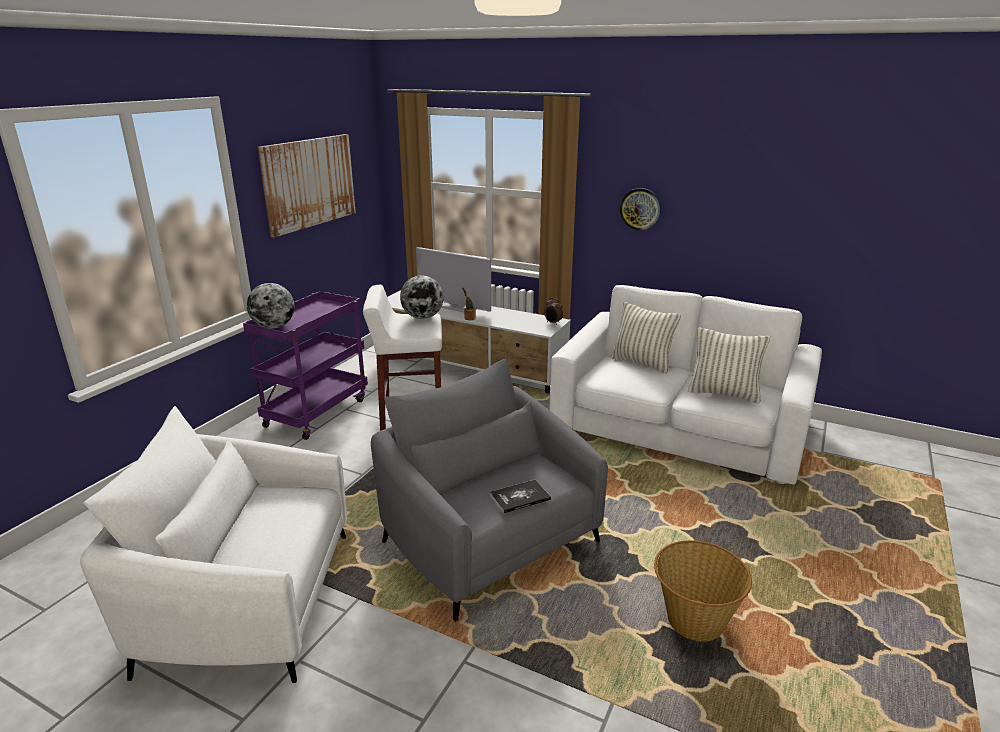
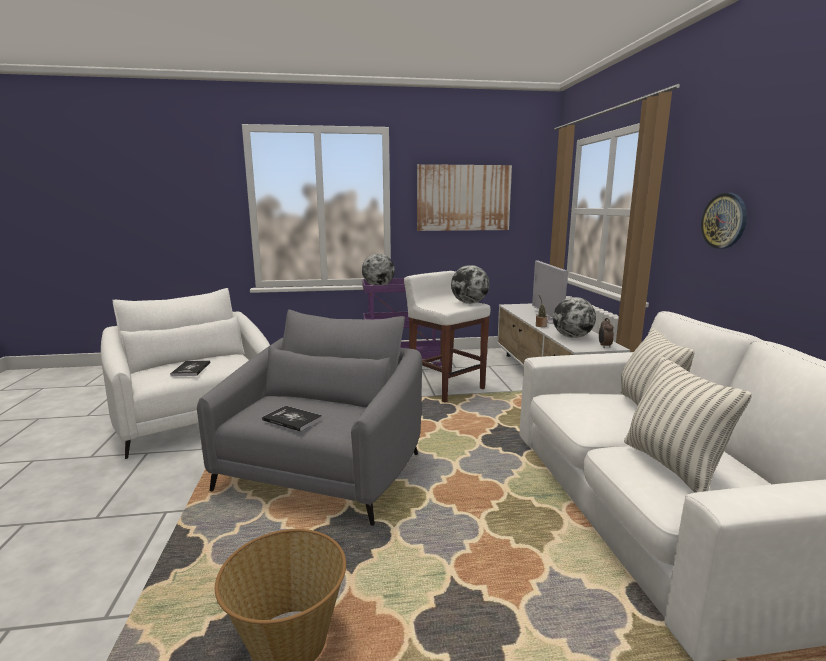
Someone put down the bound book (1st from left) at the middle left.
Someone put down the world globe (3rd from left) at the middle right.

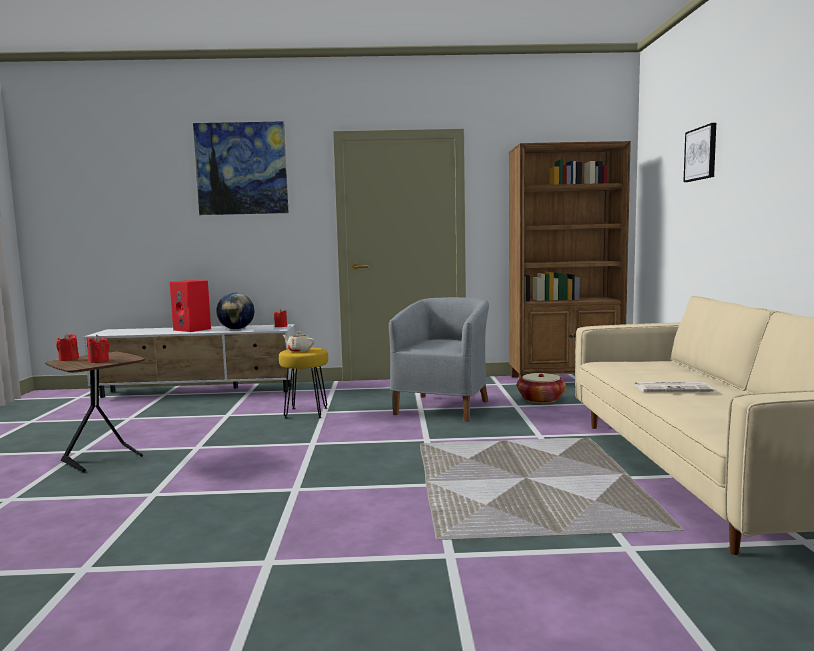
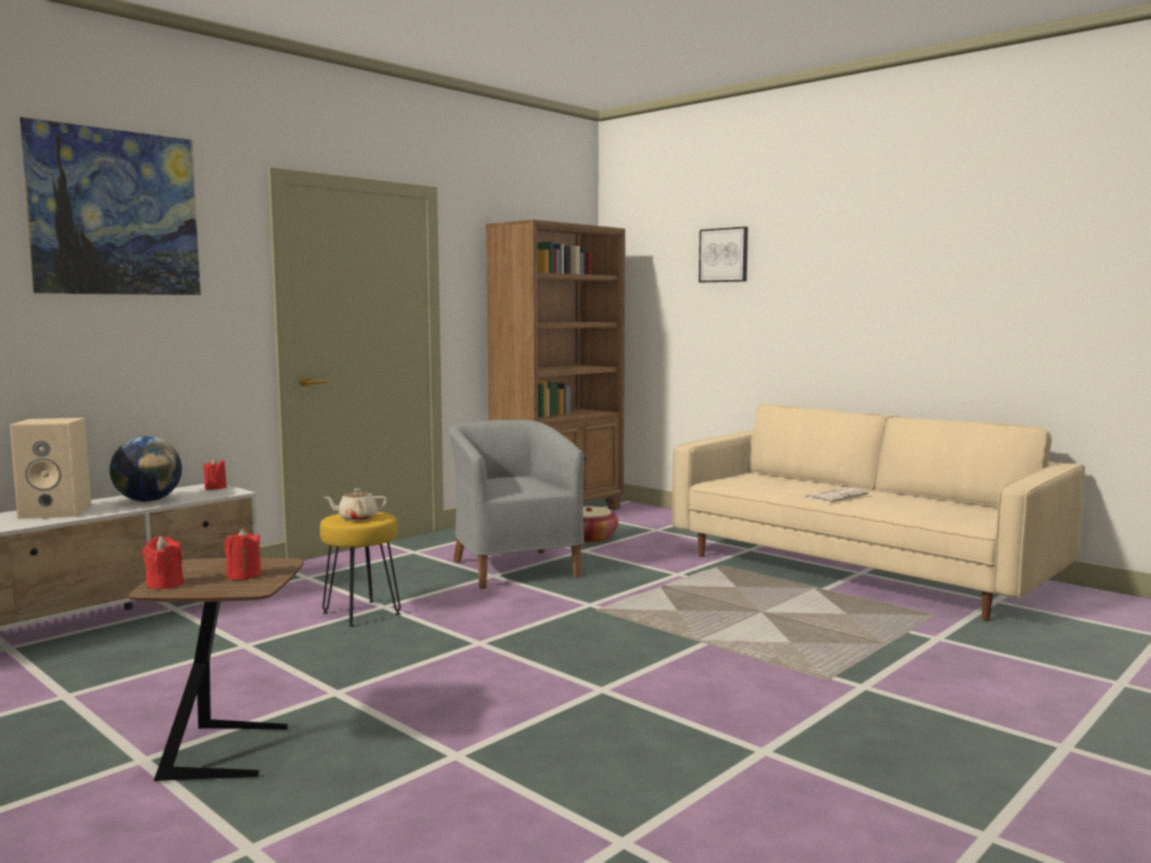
Someone repainted the reddish speaker at the middle left, which became the sand-coloured speaker at the middle left.

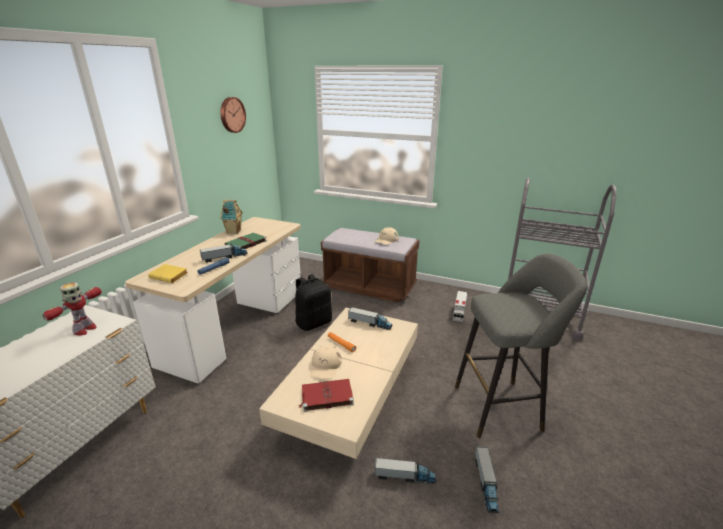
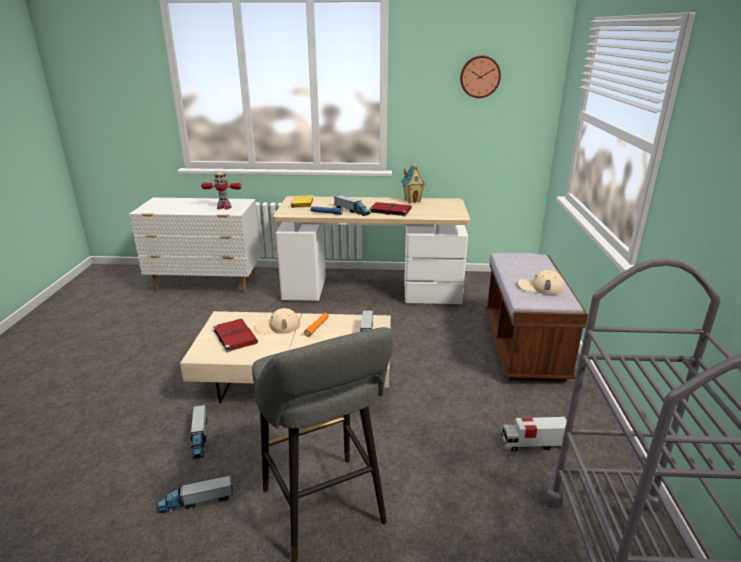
Someone took away the black backpack at the centre.
Someone repainted the green-coloured bound book at the centre, which became the reddish bound book (2nd from left) at the centre.

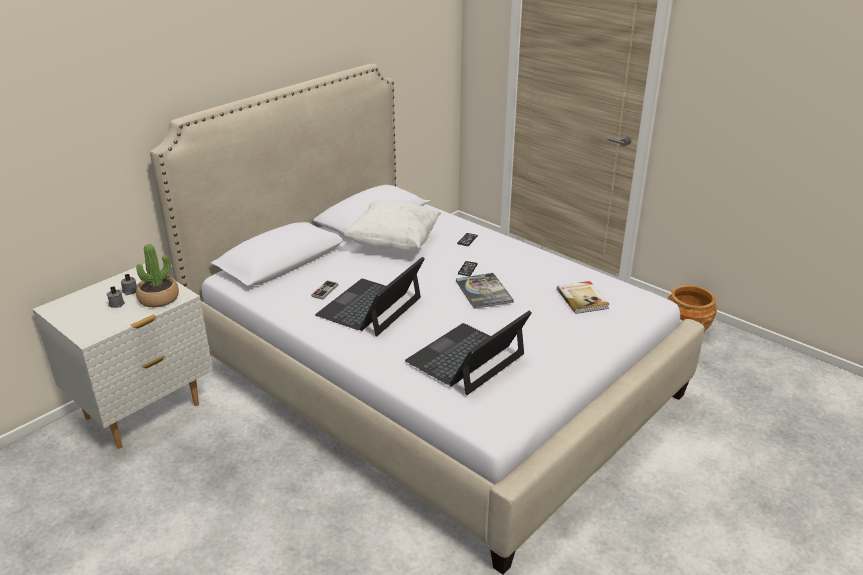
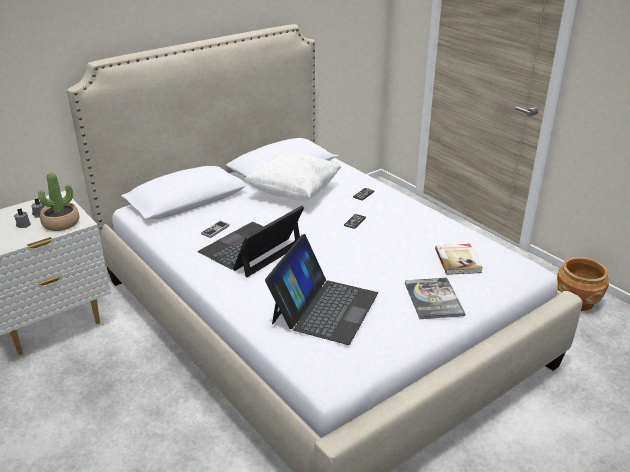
Someone carried the bound book (1st from left) from the centre to the middle right.
Someone rotated the portable computer (2nd from left) at the centre by 150 degrees clockwise.

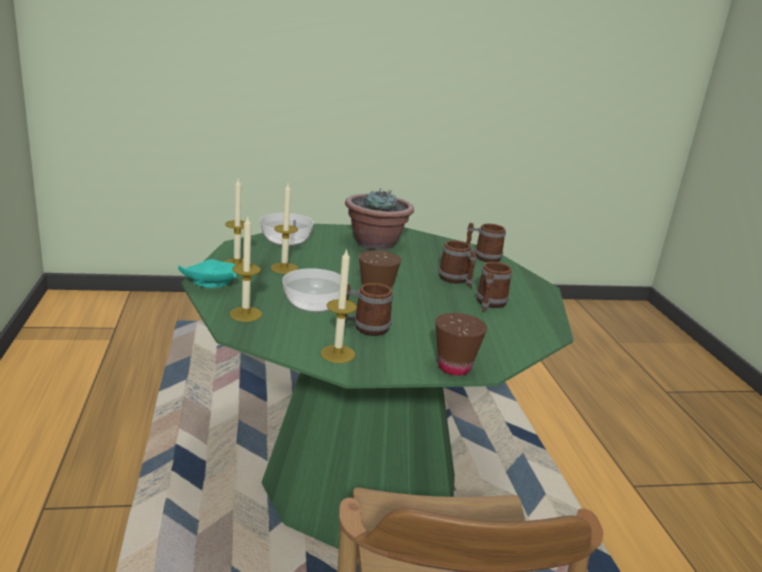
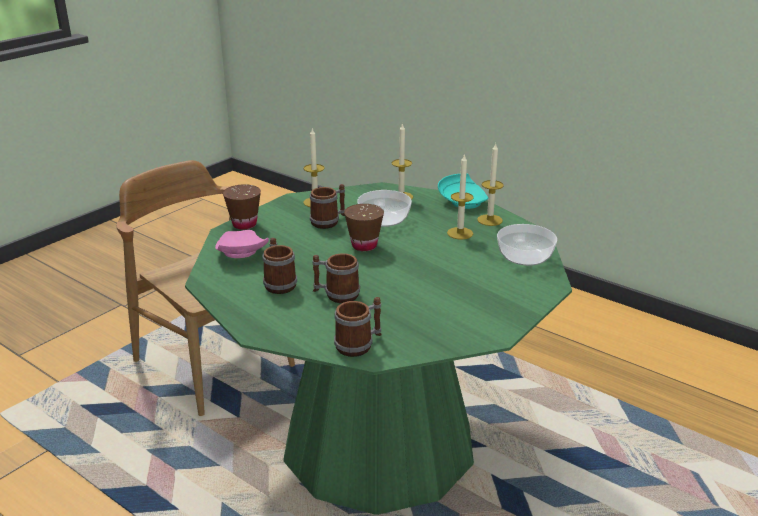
Someone took away the potted plant at the centre.
Someone put down the pink-coloured plate at the middle left.

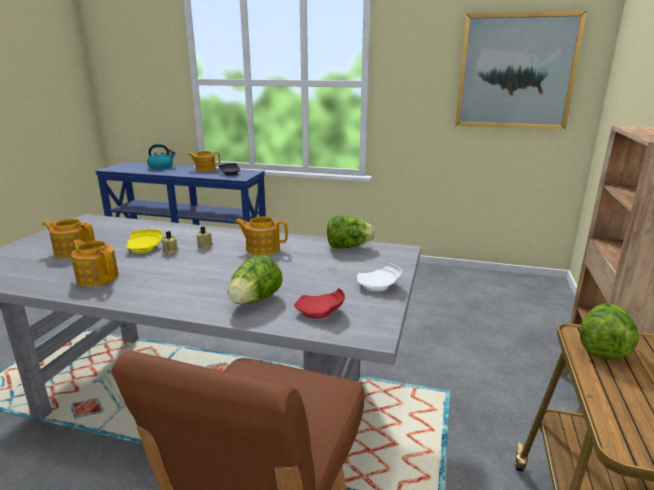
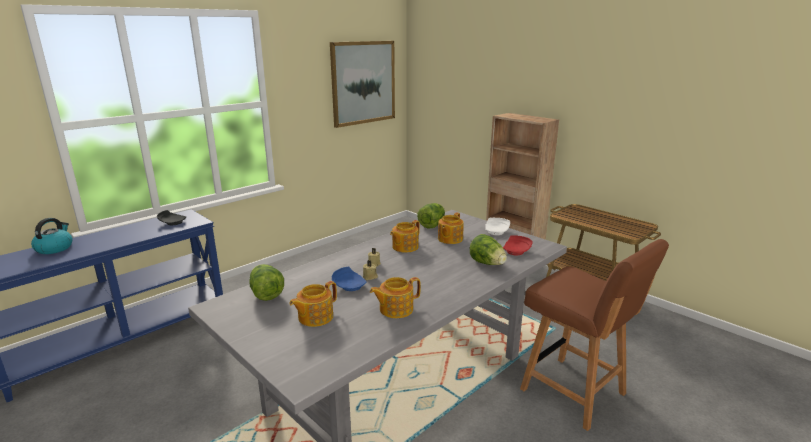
Someone carried the teapot (3rd from left in the first image) from the top left to the centre.
Someone carried the lettuce (3rd from left in the first image) from the bottom right to the middle left.
Someone repainted the yellow-coloured plate at the middle left, which became the bluish plate at the centre.

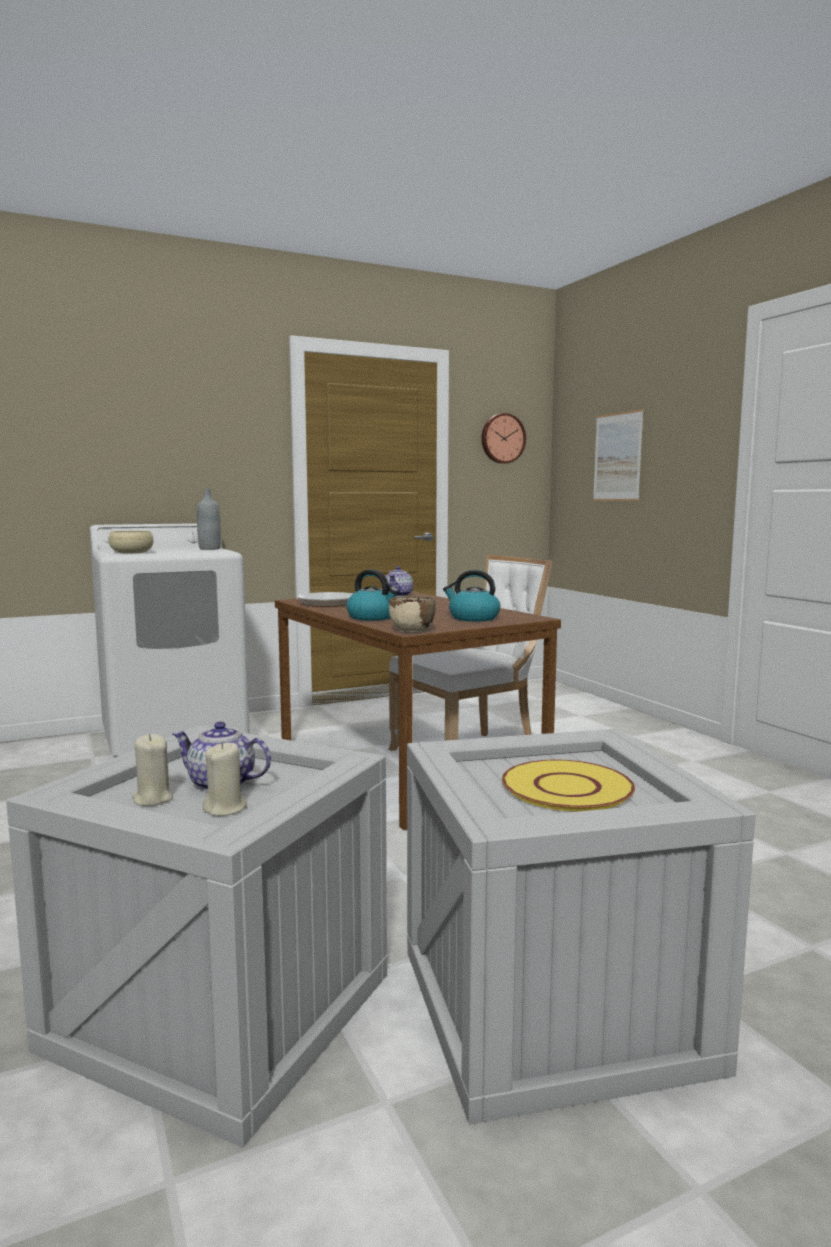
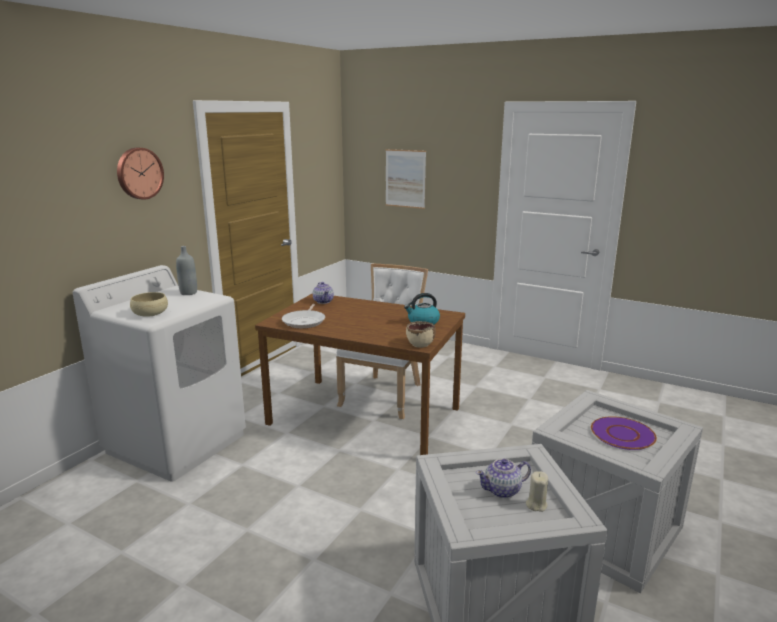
Someone took away the sand-coloured candle (1st from left) at the middle left.
Someone took away the water kettle (1st from left) at the centre.
Someone carried the hanging clock from the centre to the top left.
Someone repainted the yellow-coloured plate at the middle right, which became the purplish plate at the bottom right.

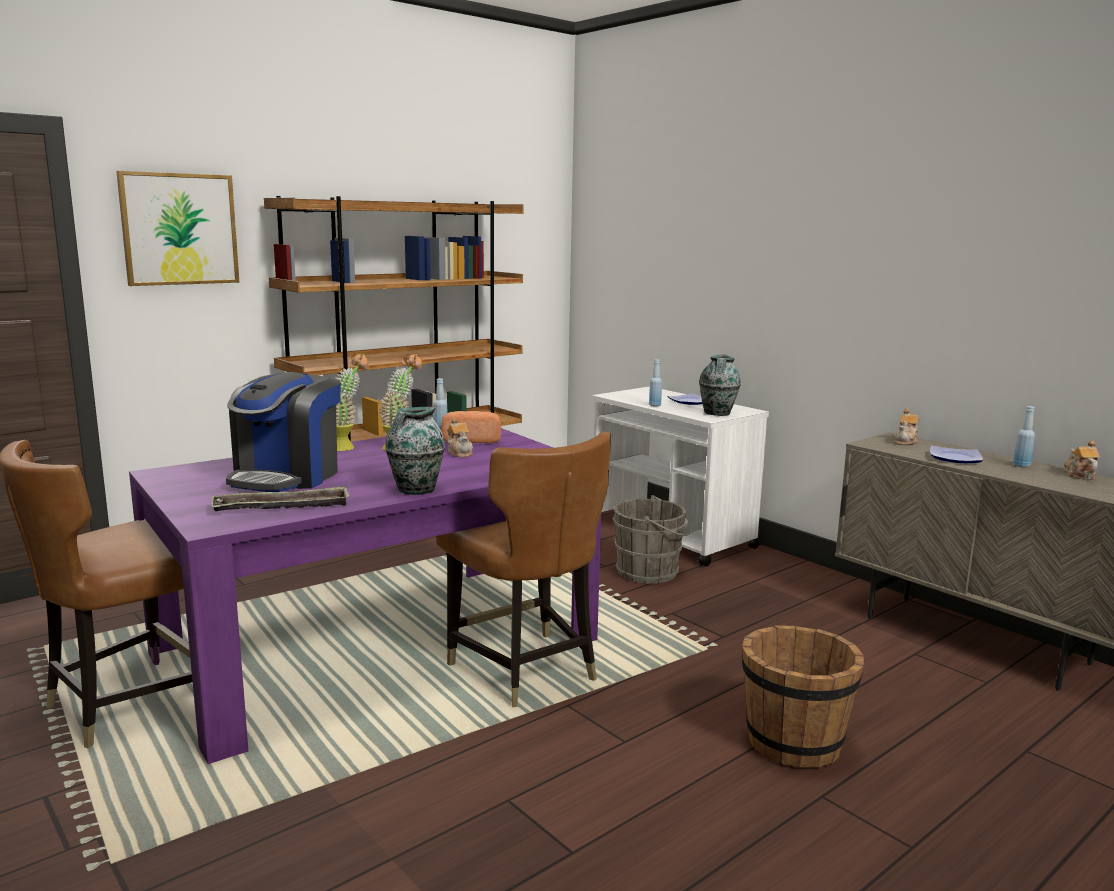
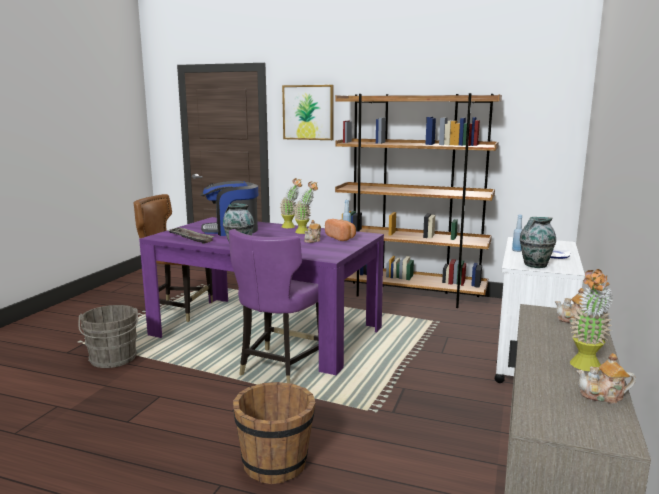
Someone took away the plate (2nd from left) at the middle right.
Someone carried the greyish pail from the centre to the bottom left.
Someone swapped the bluish bottle (3rd from left) at the middle right for the potted plant (3rd from left) at the middle right.
Someone repainted the brownish chair (2nd from left) at the centre, which became the purplish chair at the centre.
Someone rotated the teapot (3rd from left) at the middle right by 150 degrees counterclockwise.

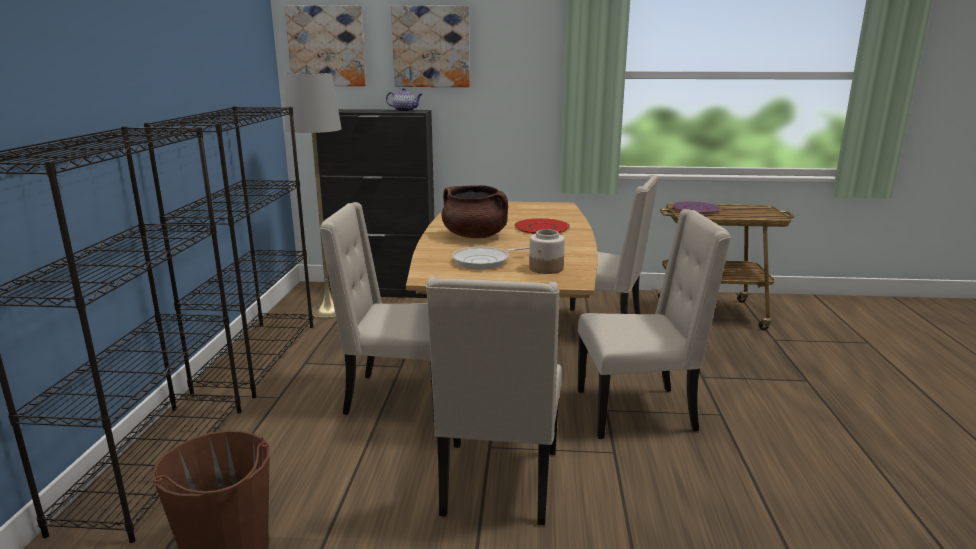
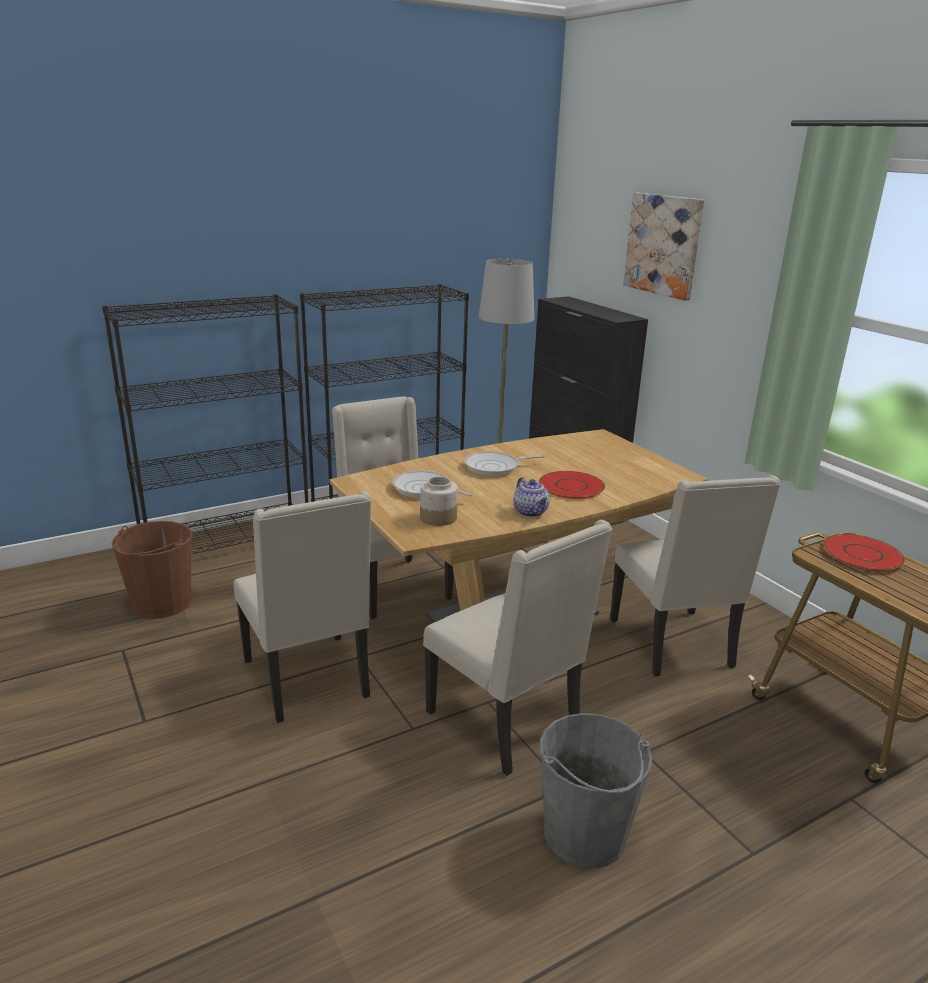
Someone took away the wall art (1st from left) at the top left.
Someone put down the greyish pail at the bottom centre.
Someone carried the teapot from the top centre to the centre.
Someone swapped the brownish stockpot at the centre for the frying pan (2nd from left) at the centre.
Someone repainted the purplish plate at the middle right, which became the reddish plate (2nd from left) at the middle right.
Someone rotated the sand-coloured chair (2nd from left in the first image) at the bottom centre by 90 degrees counterclockwise.

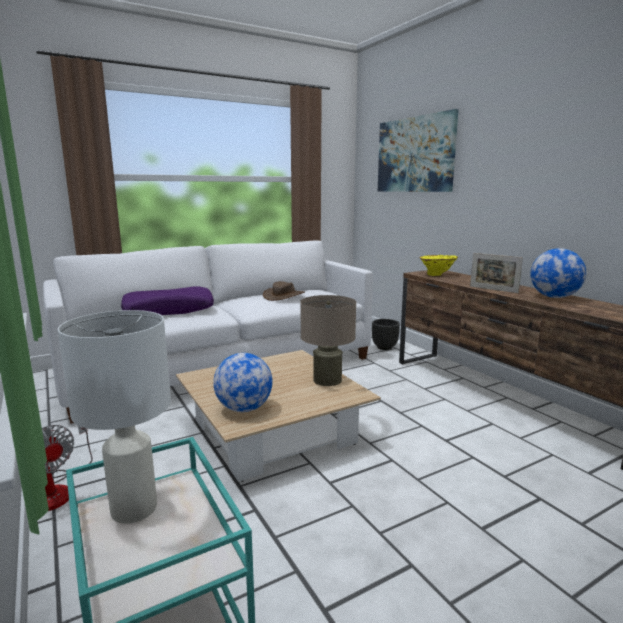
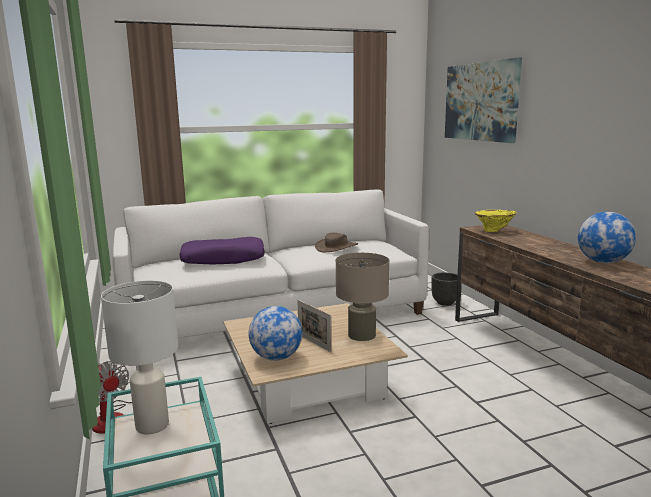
Someone carried the photo frame from the middle right to the centre.

